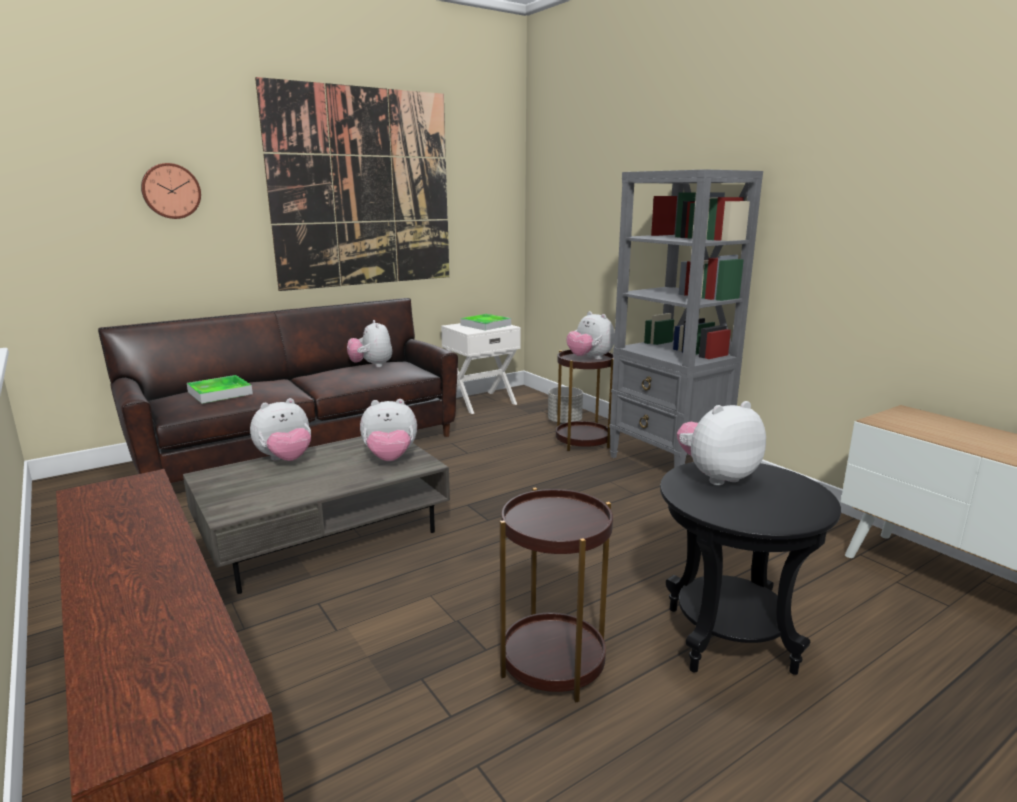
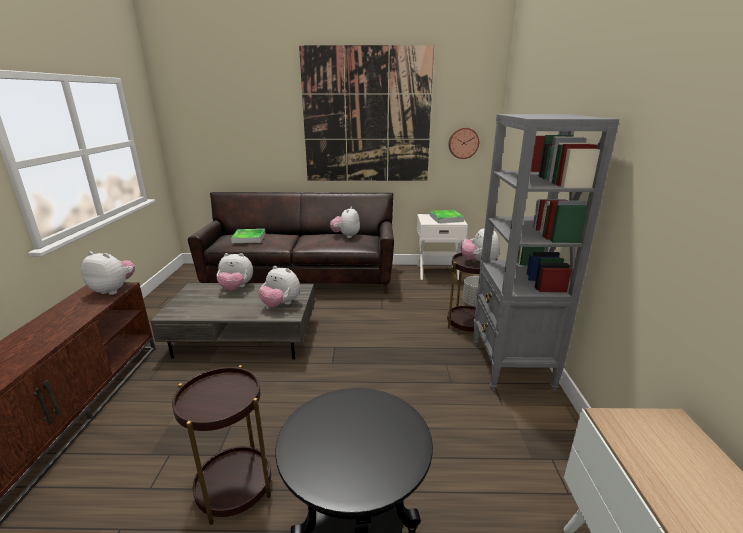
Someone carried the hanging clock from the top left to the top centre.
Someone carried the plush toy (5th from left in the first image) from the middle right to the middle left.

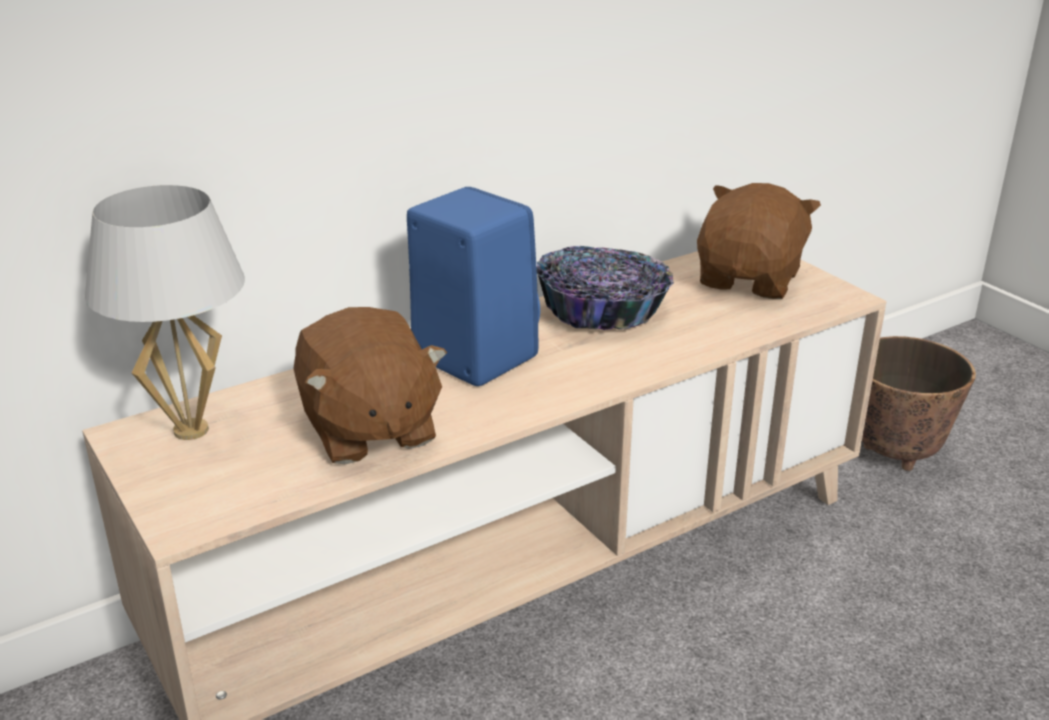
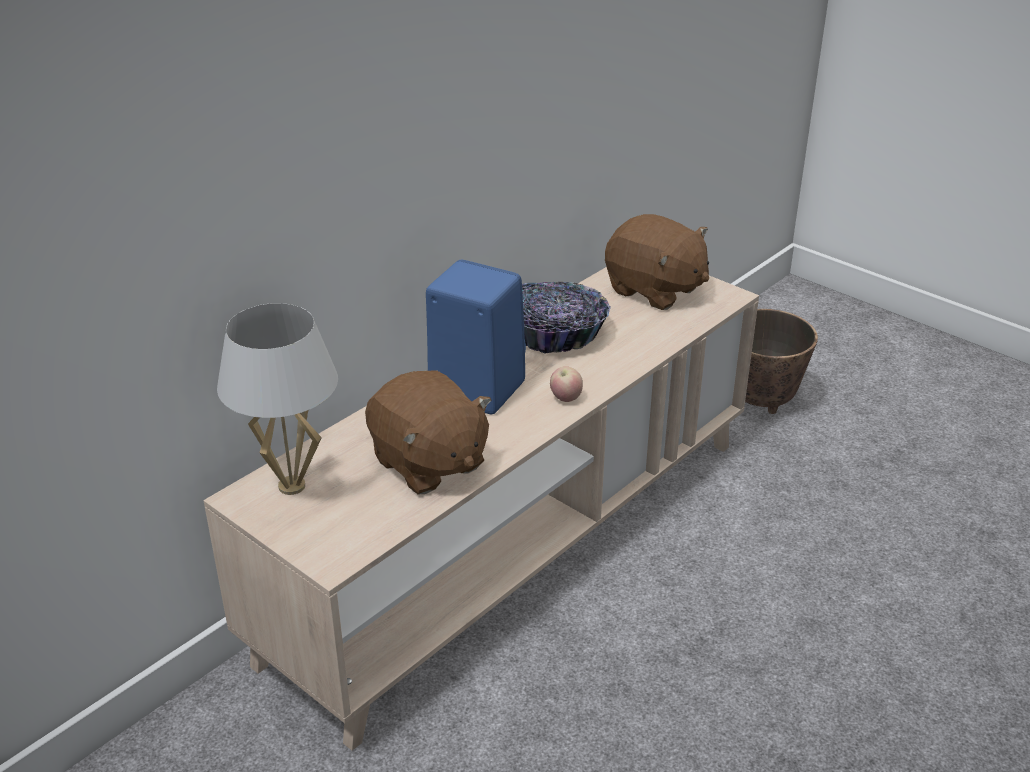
Someone put down the apple fruit at the centre.
Someone rotated the brownish plush toy (2nd from left) at the middle right by 120 degrees clockwise.

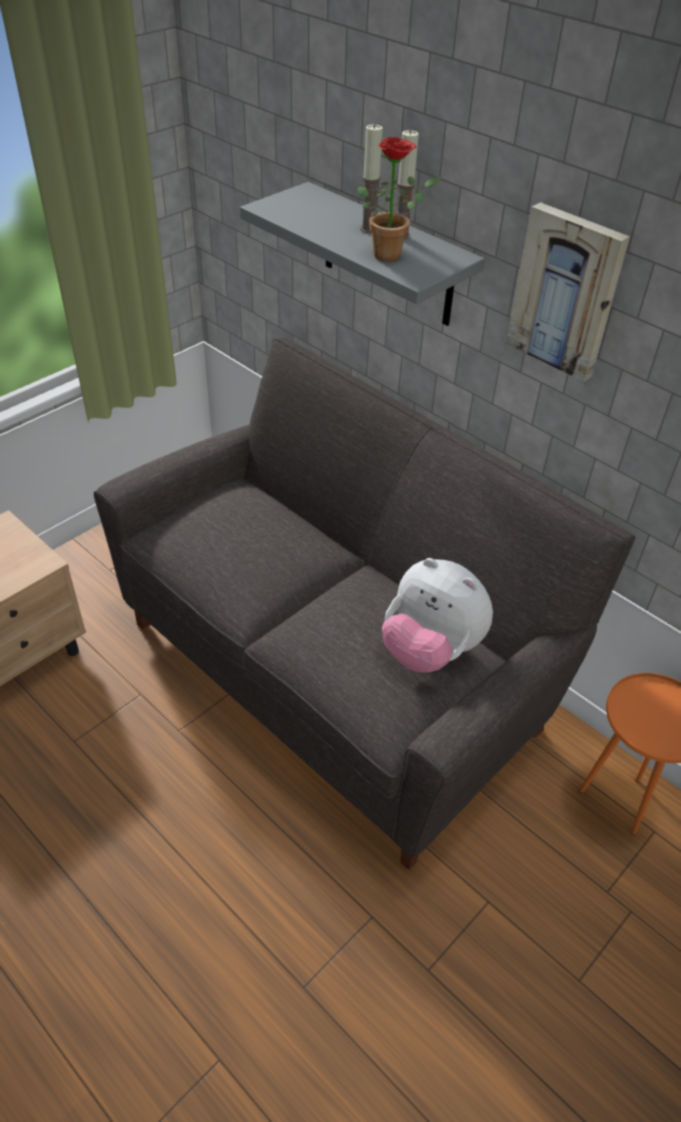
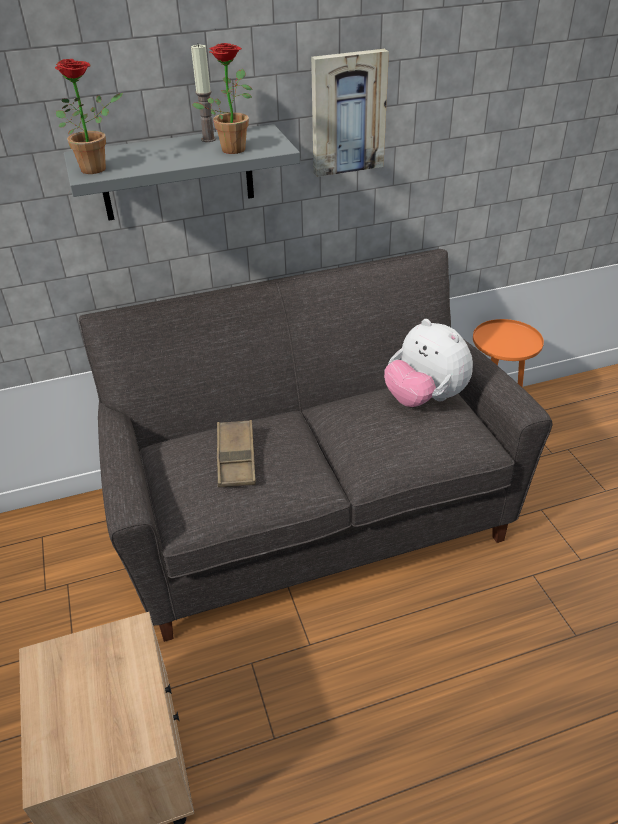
Someone took away the candle (1st from left) at the top centre.
Someone put down the potted plant (1st from left) at the top left.
Someone put down the brownish carrying tray at the centre.
Someone rotated the plush toy at the centre by 75 degrees clockwise.

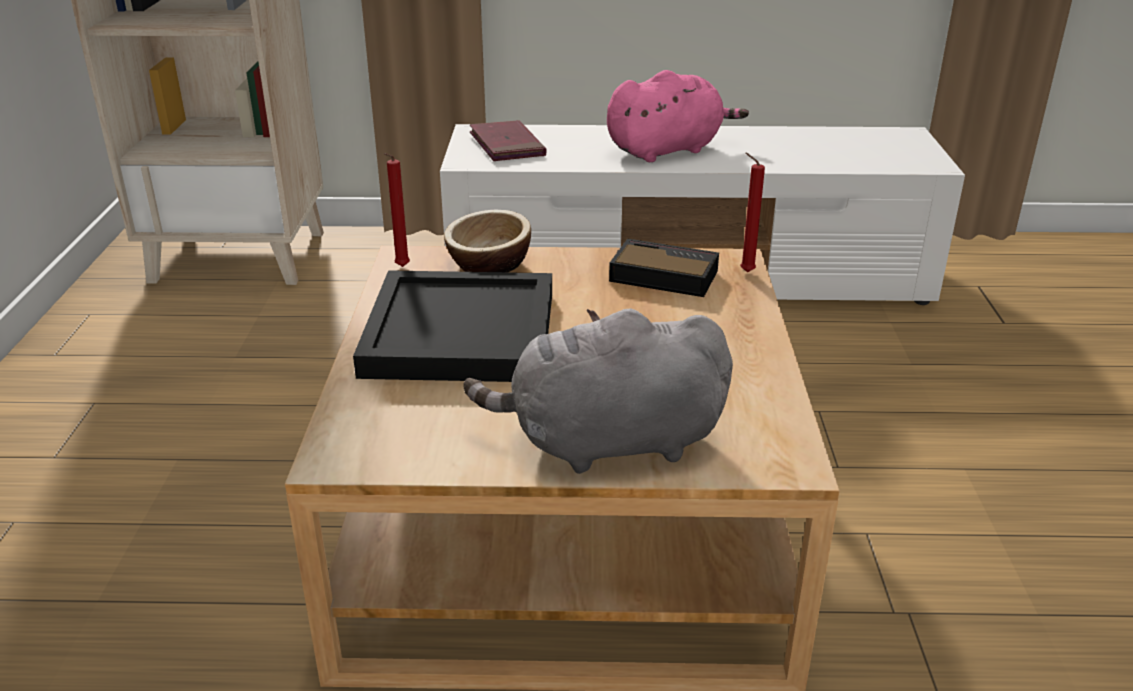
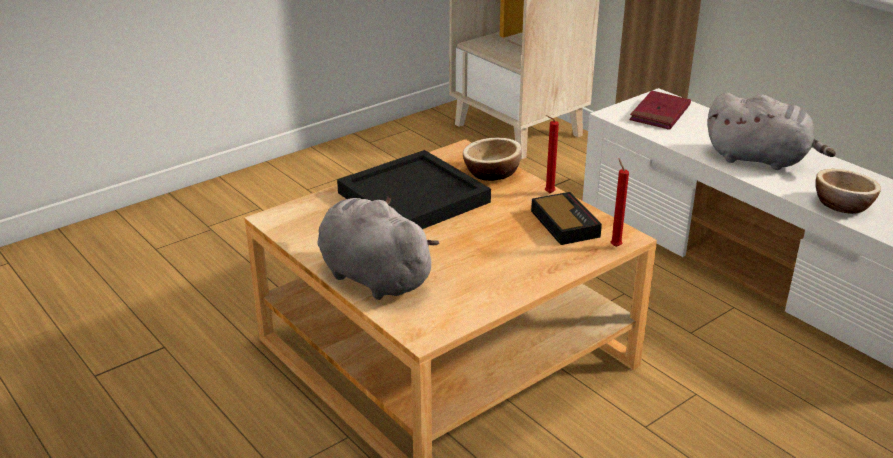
Someone put down the bowl (2nd from left) at the middle right.
Someone carried the reddish candle (1st from left) from the top centre to the centre.
Someone repainted the pink-coloured plush toy at the top centre, which became the greyish plush toy (2nd from left) at the top right.

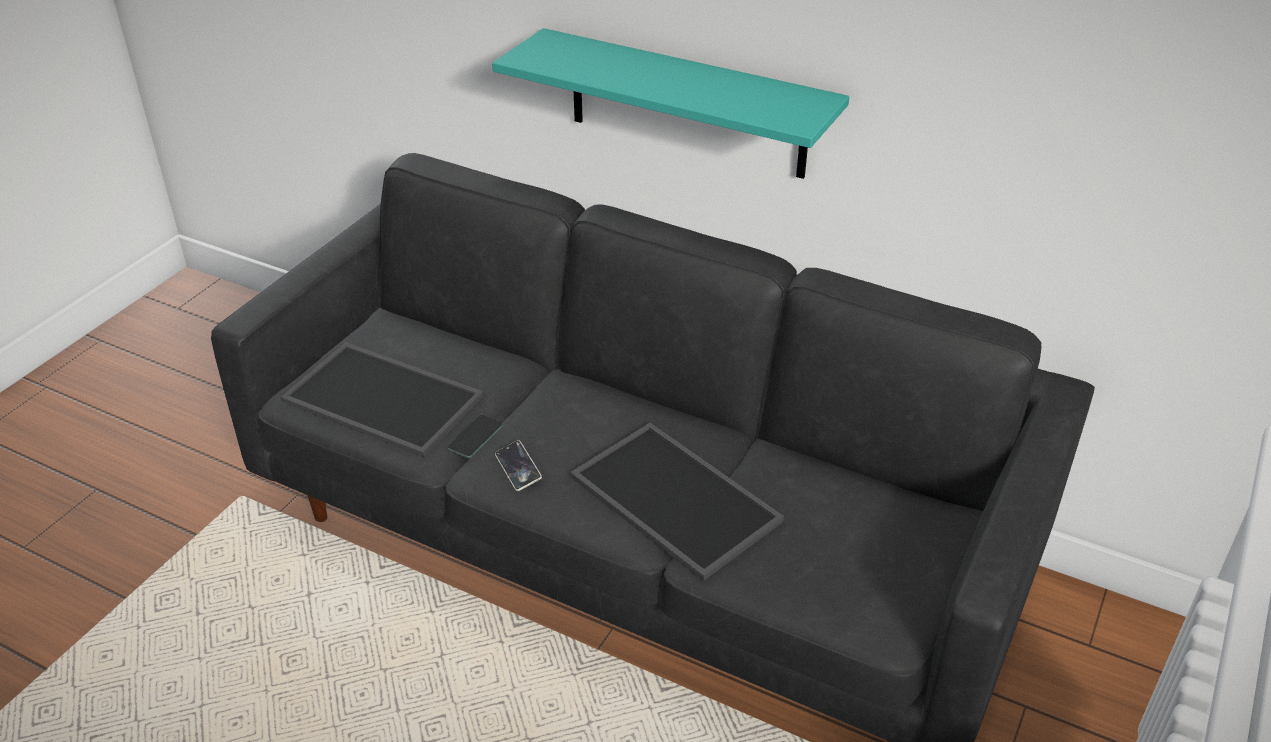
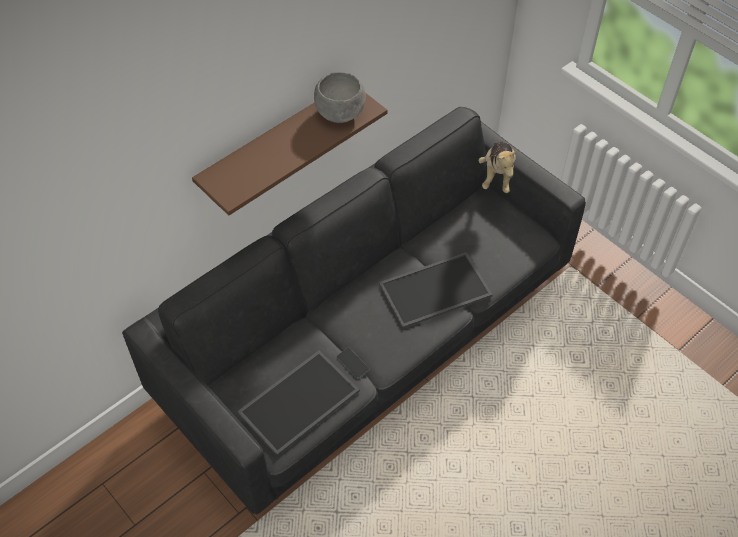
Someone took away the phone (2nd from left) at the centre.
Someone put down the greyish bowl at the top centre.
Someone put down the plush toy at the top right.
Someone repainted the blue-green wall shelf at the top centre, which became the brownish wall shelf at the top centre.

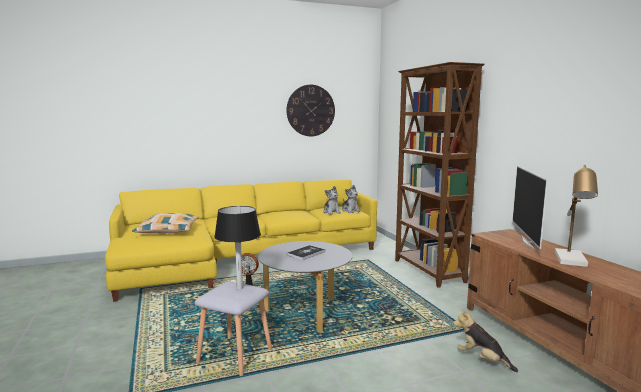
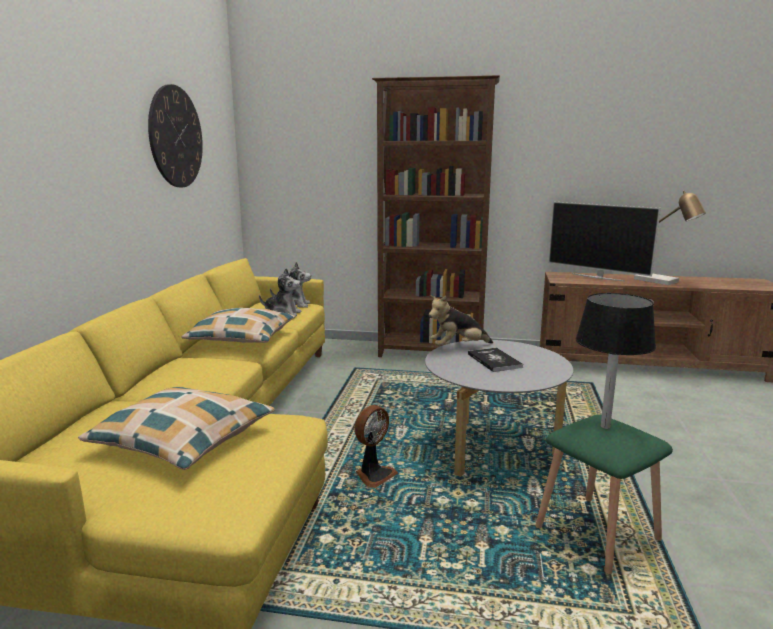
Someone put down the throw pillow (2nd from left) at the middle left.
Someone carried the plush toy (3rd from left) from the bottom right to the centre.
Someone repainted the greyish sitting stool at the bottom centre, which became the green-coloured sitting stool at the bottom right.

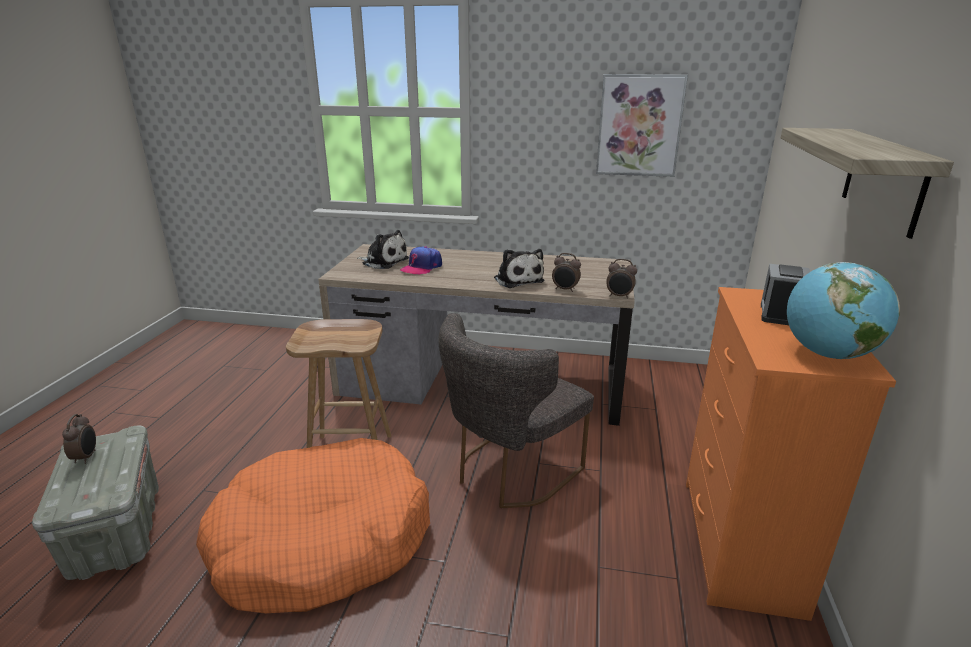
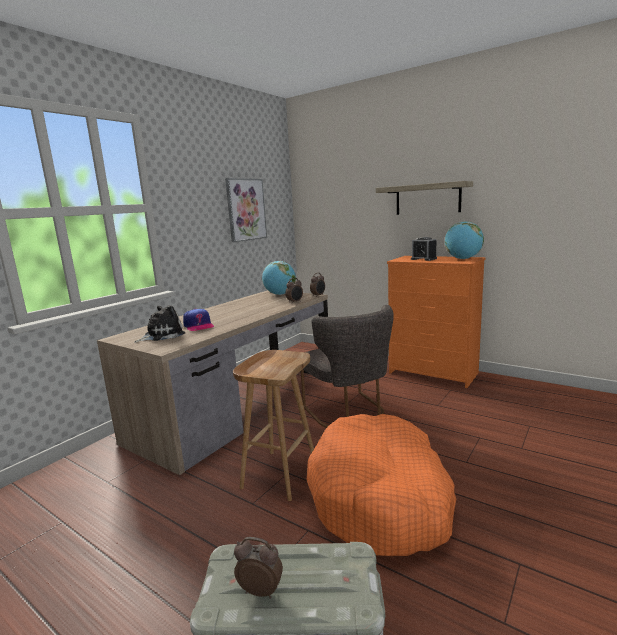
Someone took away the plush toy (2nd from left) at the centre.
Someone put down the world globe (1st from left) at the centre.

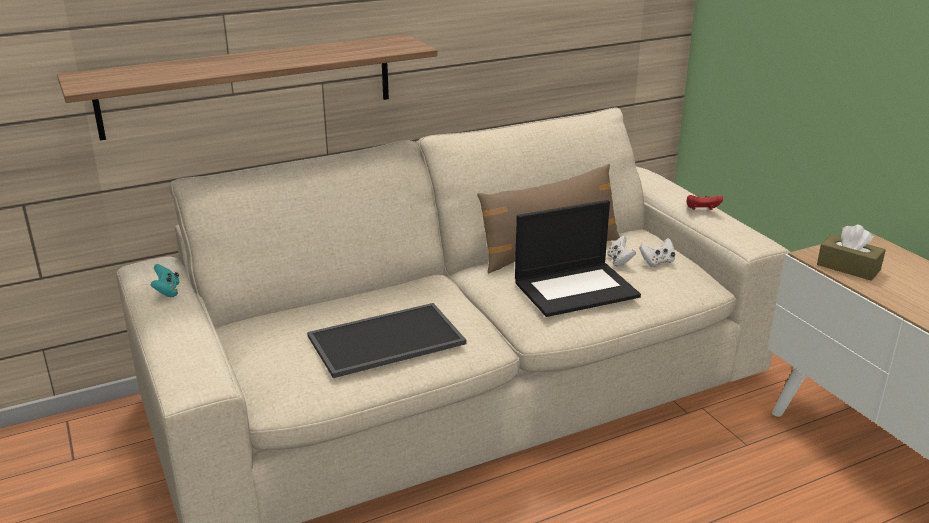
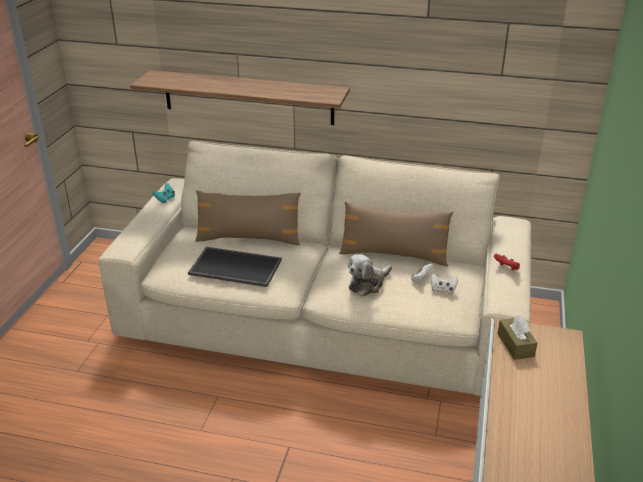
Someone put down the brownish throw pillow (1st from left) at the centre.
Someone swapped the portable computer at the centre for the plush toy at the centre.

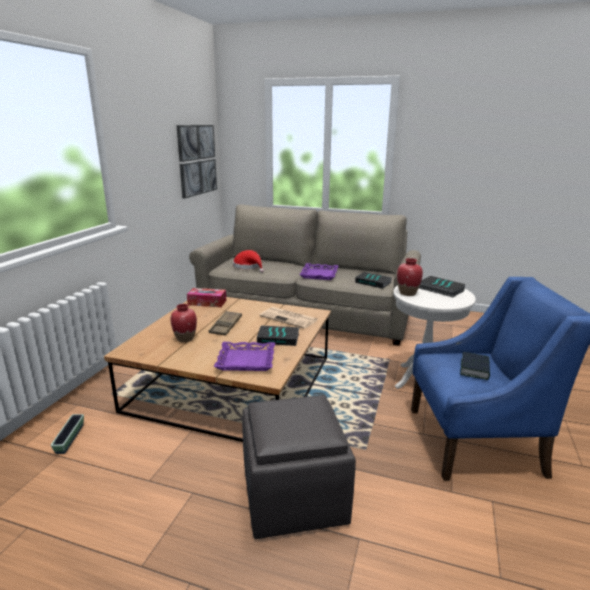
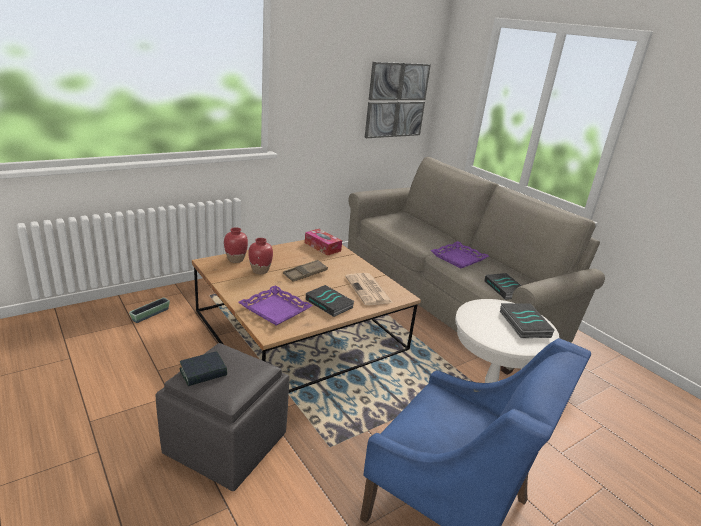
Someone took away the reddish hat at the centre.
Someone carried the reddish decorative vase (2nd from left in the first image) from the middle right to the centre.
Someone carried the bound book (4th from left in the first image) from the middle right to the bottom left.

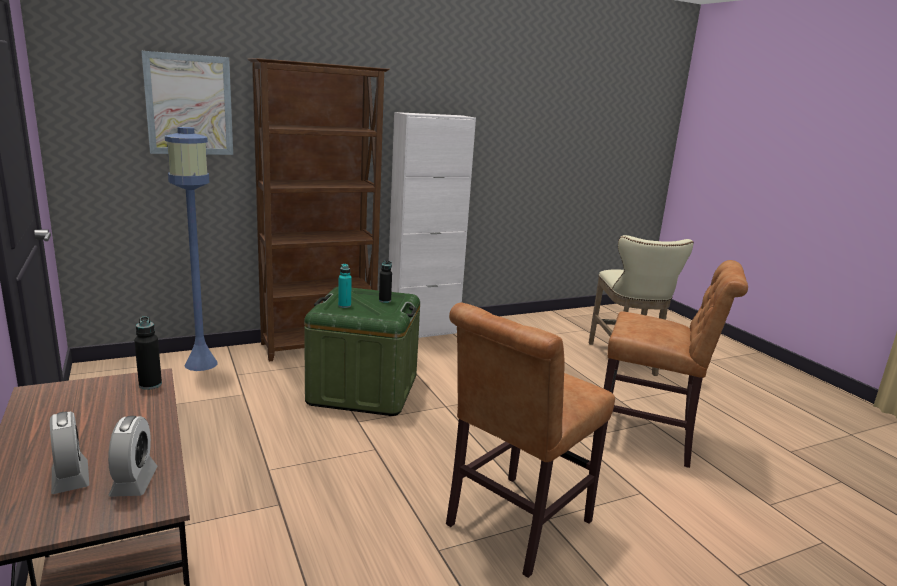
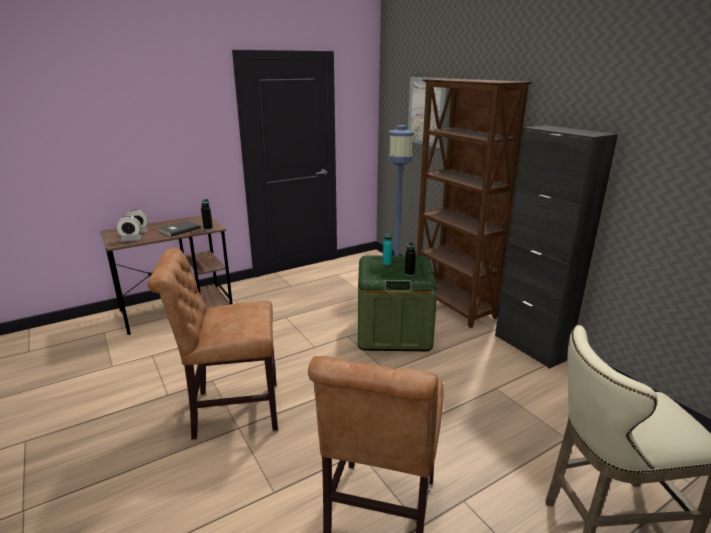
Someone put down the greyish bound book at the middle left.
Someone repainted the whitish storage cabinet at the centre, which became the black storage cabinet at the middle right.
Someone rotated the brownish chair (1st from left) at the bottom centre by 45 degrees counterclockwise.

